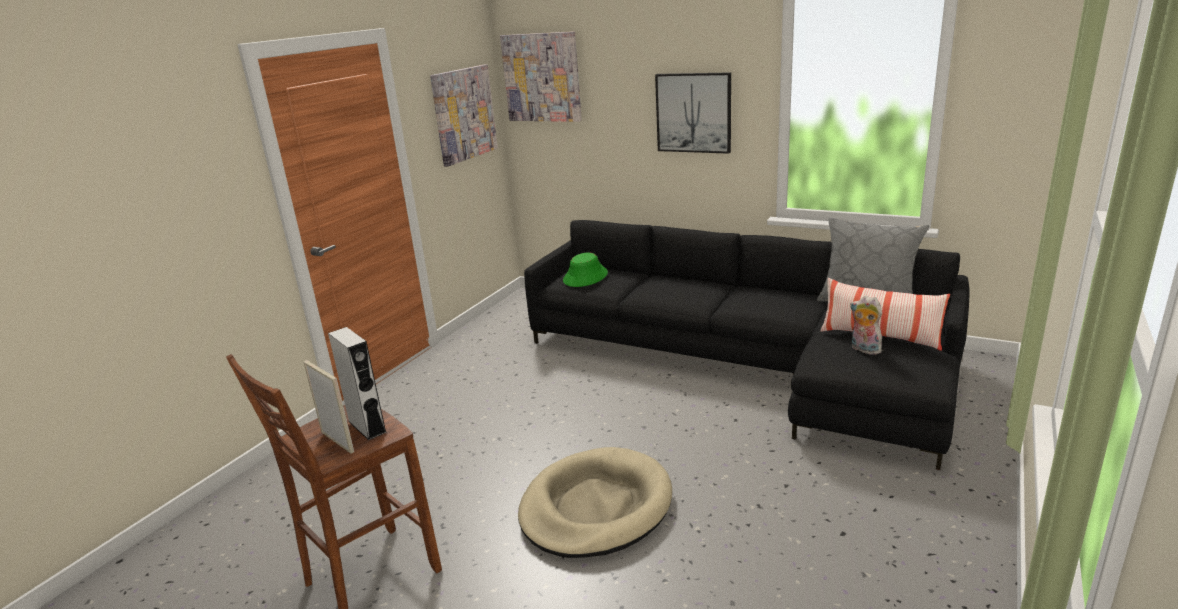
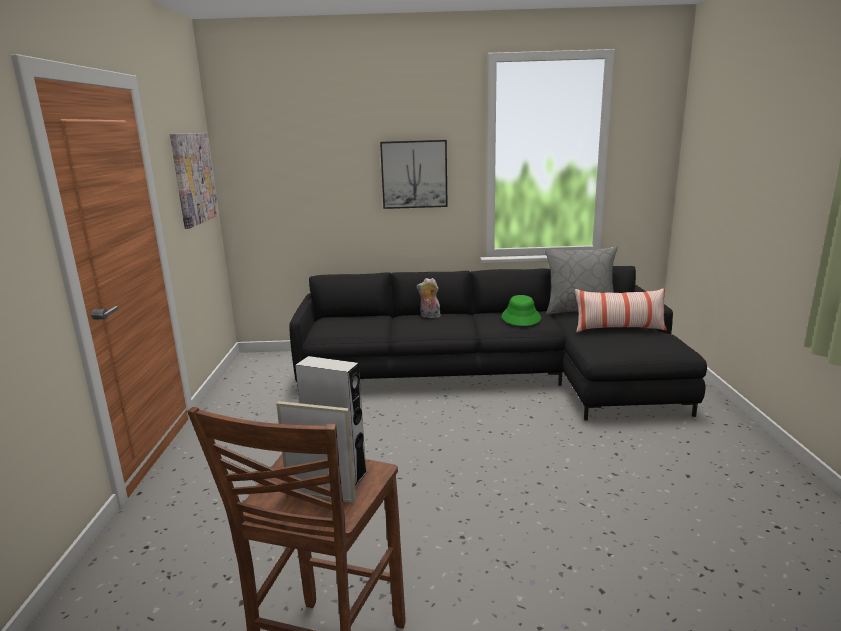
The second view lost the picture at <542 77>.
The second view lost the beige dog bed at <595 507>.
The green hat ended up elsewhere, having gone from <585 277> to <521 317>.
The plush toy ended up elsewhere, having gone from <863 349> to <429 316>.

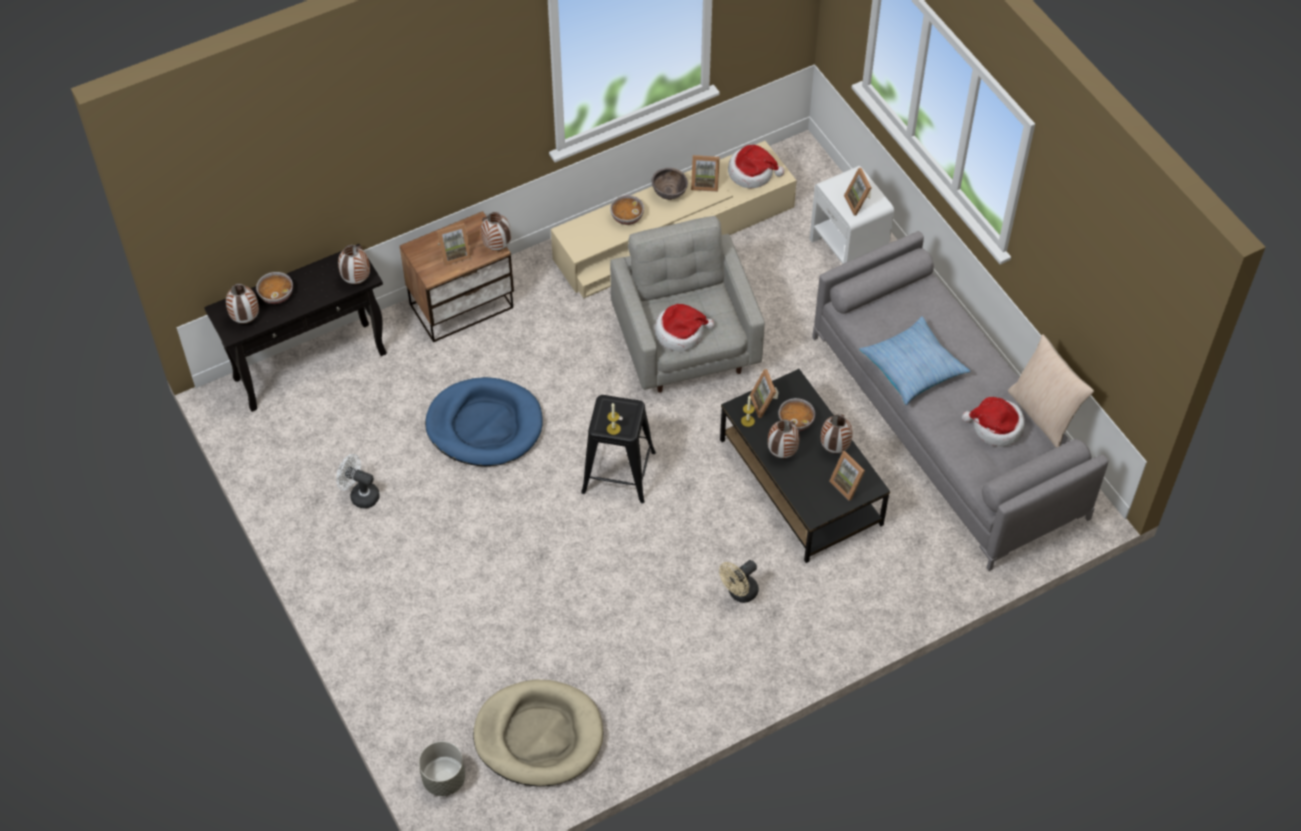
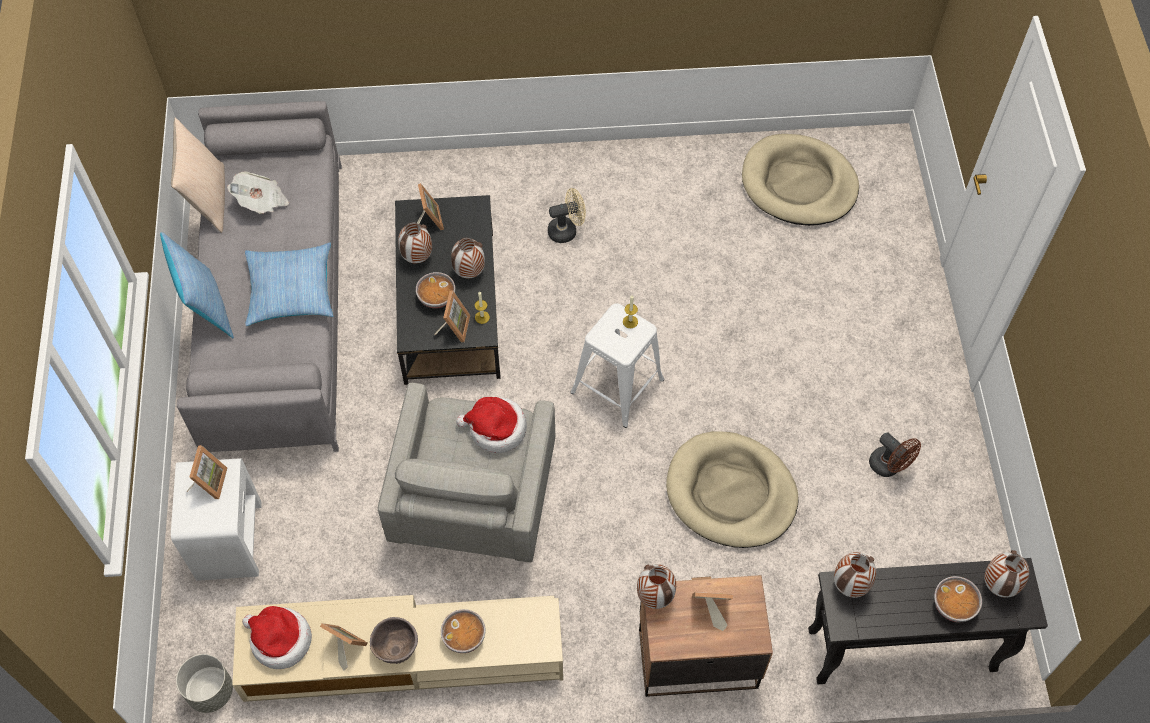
What was the white fan at <360 495> turned into the brown fan at <889 467>.
The grey planter ended up elsewhere, having gone from <443 779> to <211 691>.
What was the blue dog bed at <485 425> turned into the beige dog bed at <731 493>.
What was the black stool at <618 472> turned into the white stool at <617 386>.
Where the hat stood at <996 427>, the newspaper came to stand at <261 202>.
The second view gained the pillow at <205 308>.

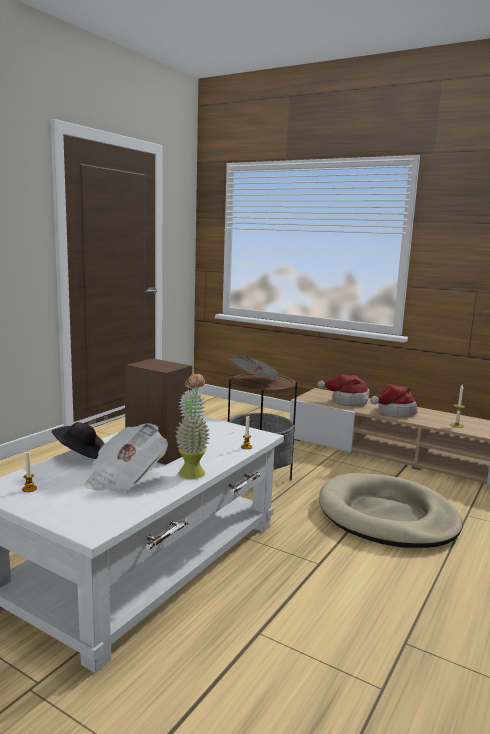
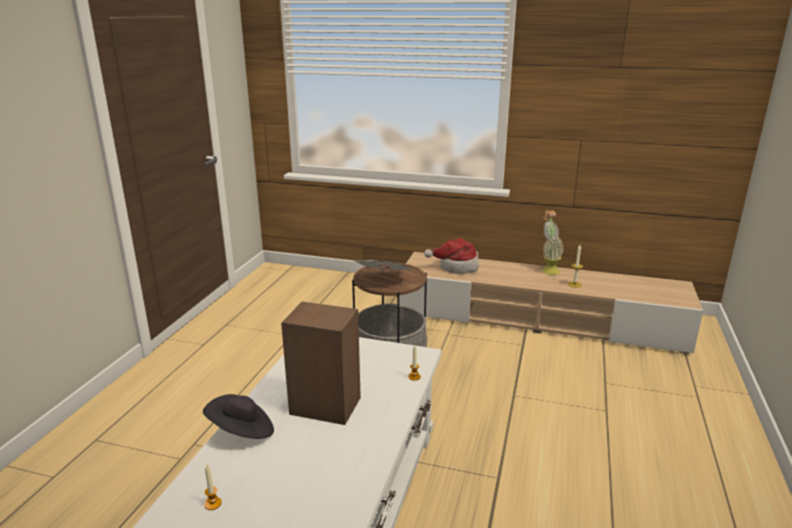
The second view lost the newspaper at <125 478>.
The potted plant ended up elsewhere, having gone from <192 470> to <548 270>.
The second view lost the beige dog bed at <386 516>.
The second view lost the hat at <393 412>.

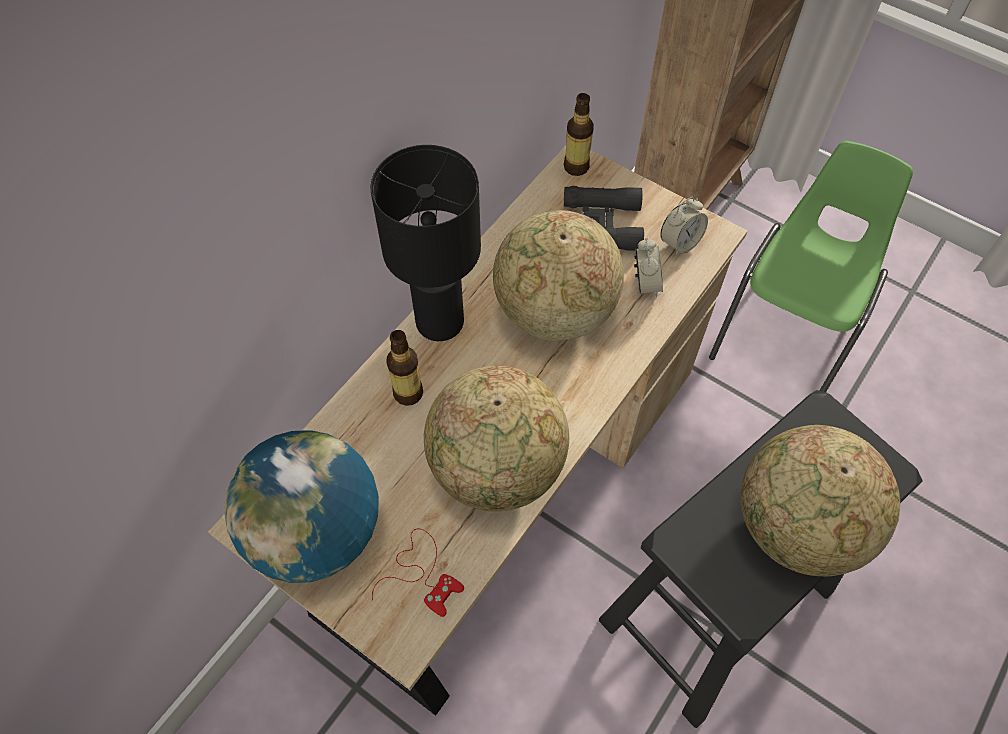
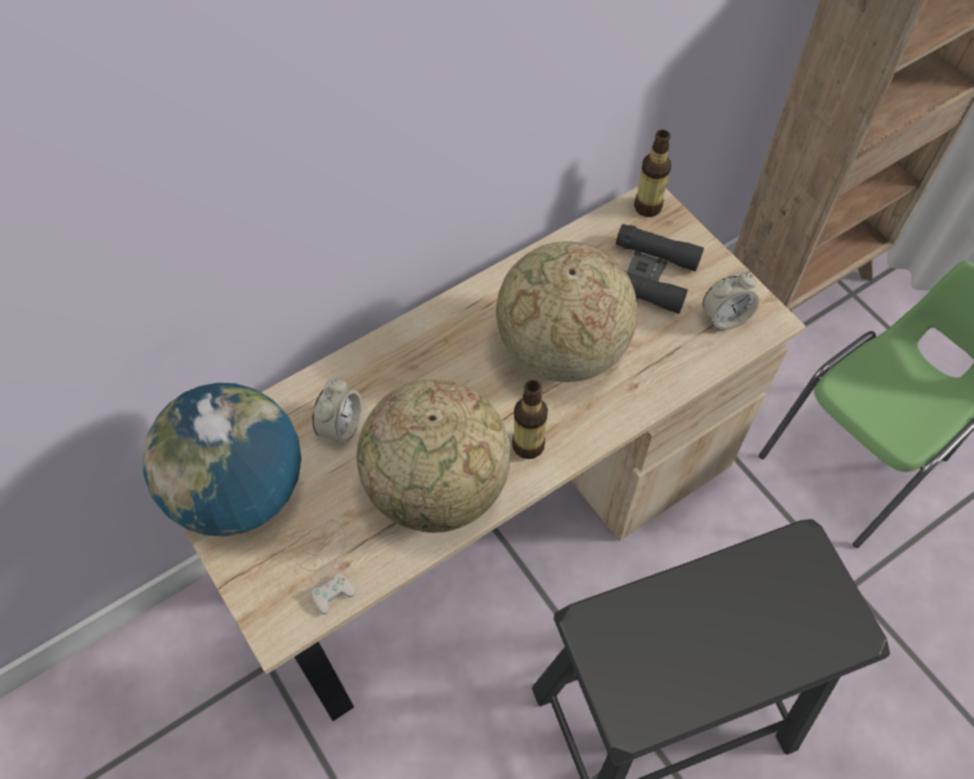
The second view lost the black table lamp at <439 321>.
What was the red game controller at <422 573> turned into the white game controller at <322 565>.
The bottle ended up elsewhere, having gone from <408 393> to <528 445>.
The alarm clock ended up elsewhere, having gone from <645 284> to <341 427>.
The second view lost the globe at <796 527>.

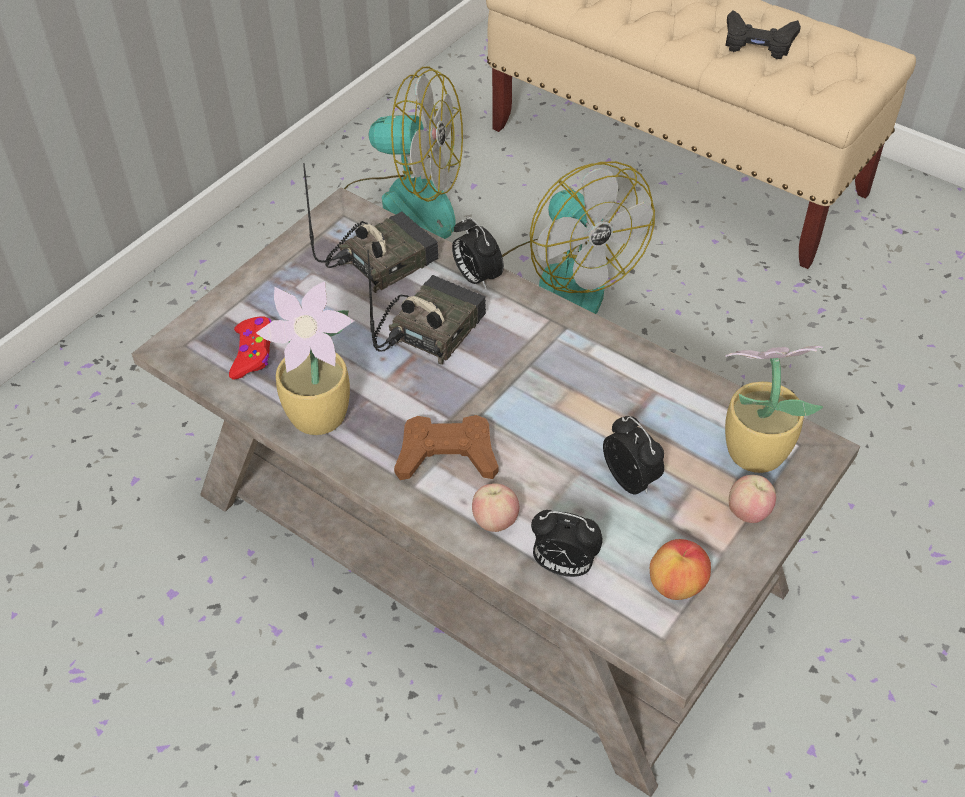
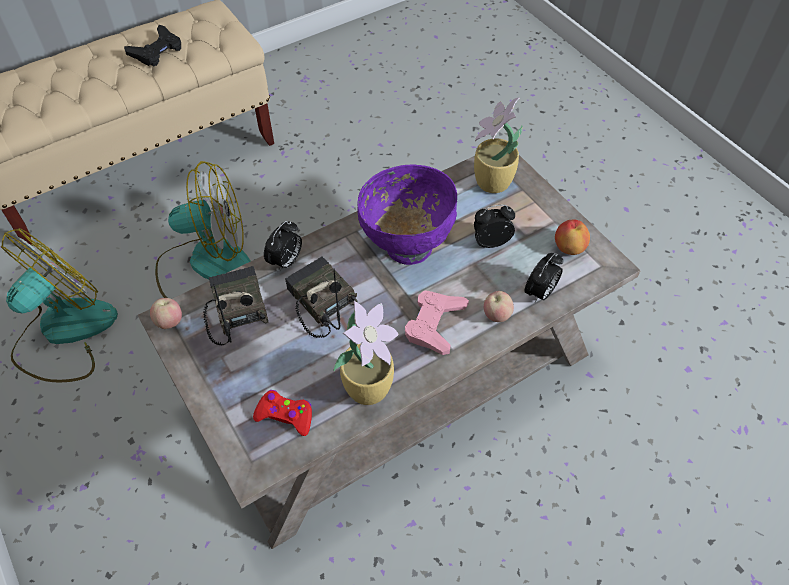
What was the brown game controller at <447 455> turned into the pink game controller at <434 324>.
The alarm clock at <476 278> ended up facing another way, 45 degrees counterclockwise from before.
The apple ended up elsewhere, having gone from <748 513> to <169 322>.
The second view gained the purple bowl at <407 246>.

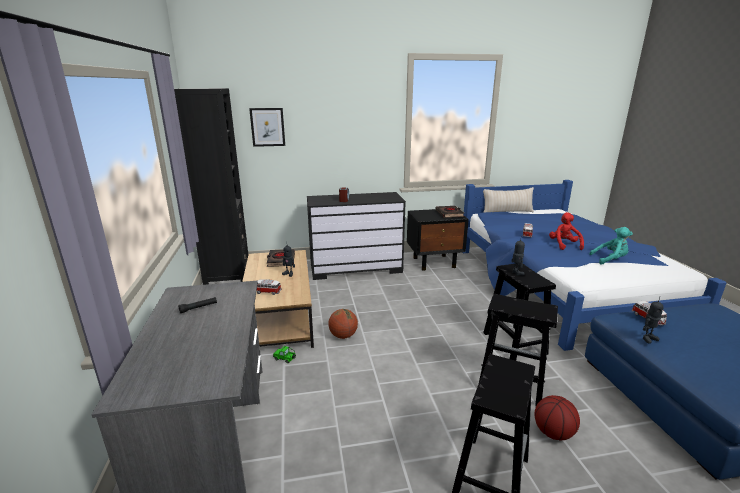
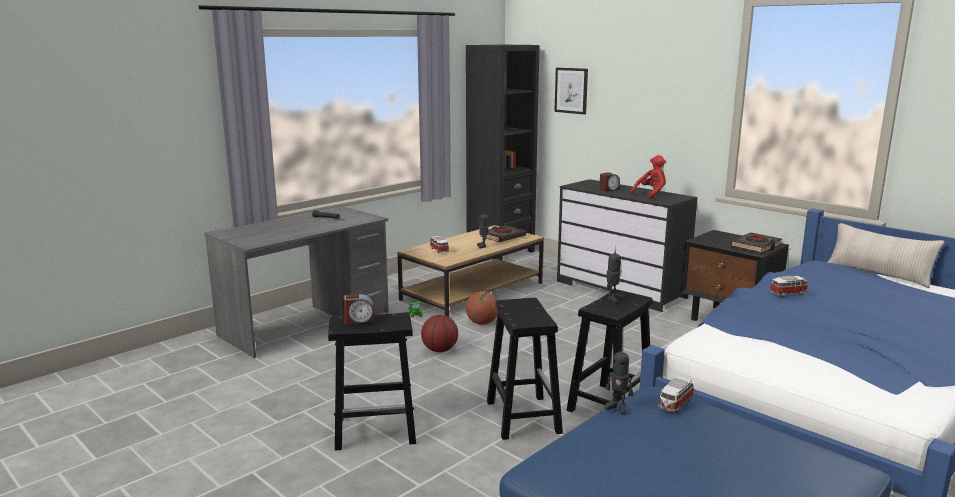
The basketball ended up elsewhere, having gone from <553 433> to <440 350>.
The red plush toy ended up elsewhere, having gone from <564 245> to <651 194>.
The second view lost the turquoise plush toy at <610 260>.
The second view gained the alarm clock at <359 320>.

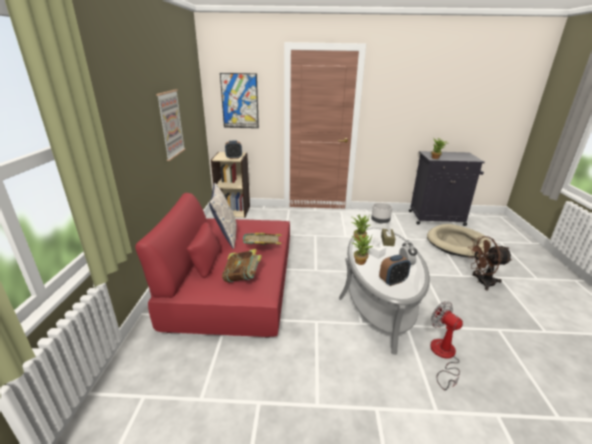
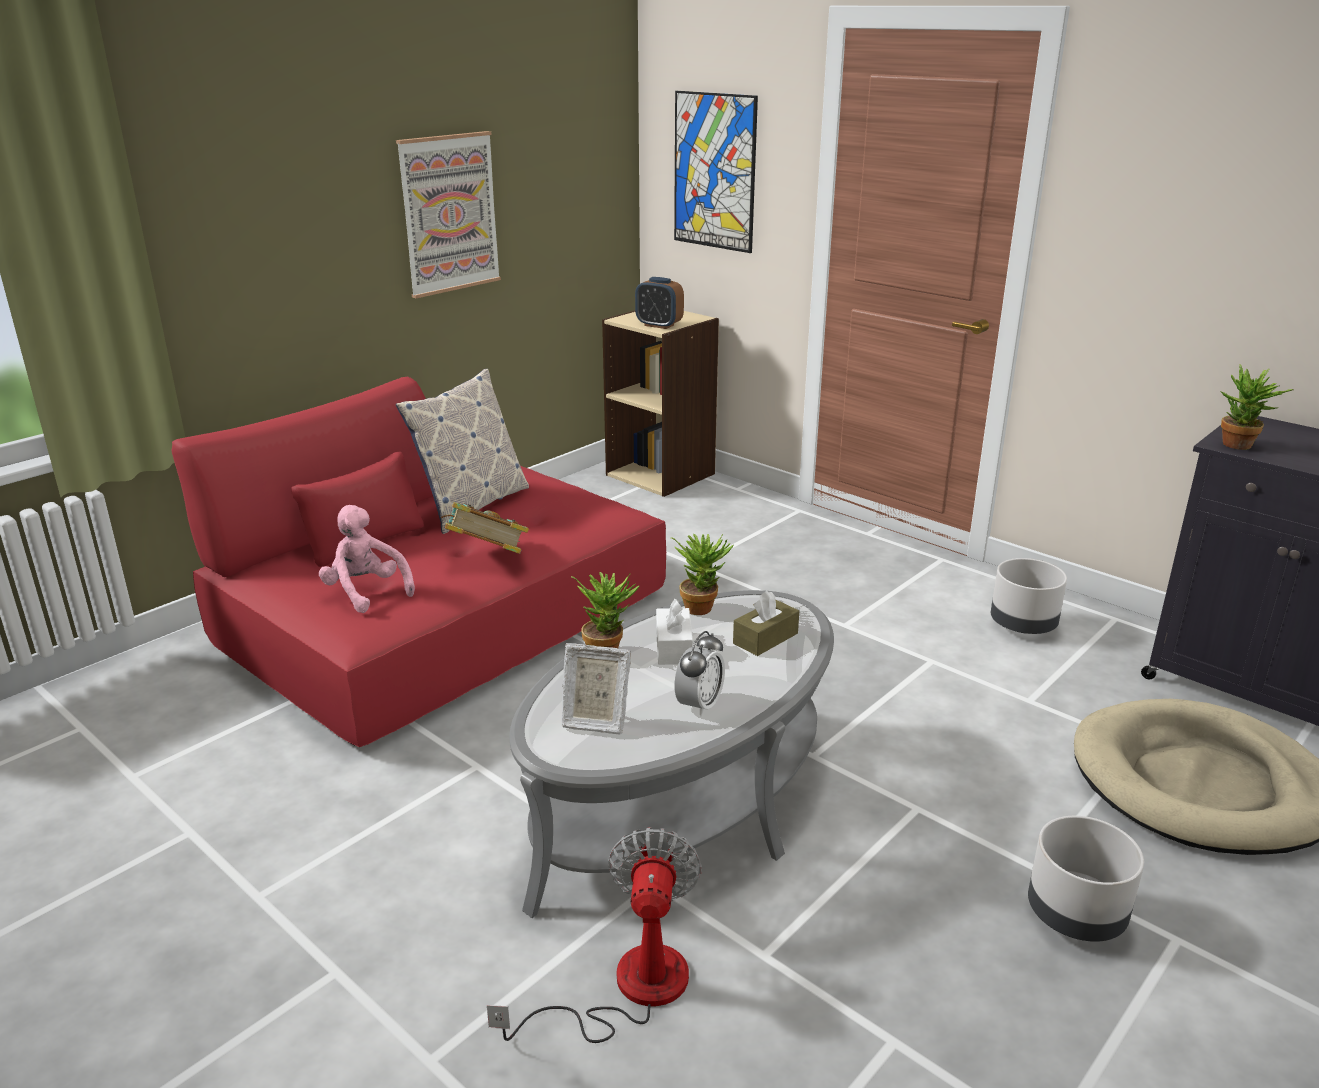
Where the book stood at <242 278>, the pink plush toy came to stand at <366 592>.
Where the alarm clock stood at <393 281>, the picture frame came to stand at <594 720>.
Where the brown fan stood at <481 282>, the grey planter came to stand at <1075 916>.

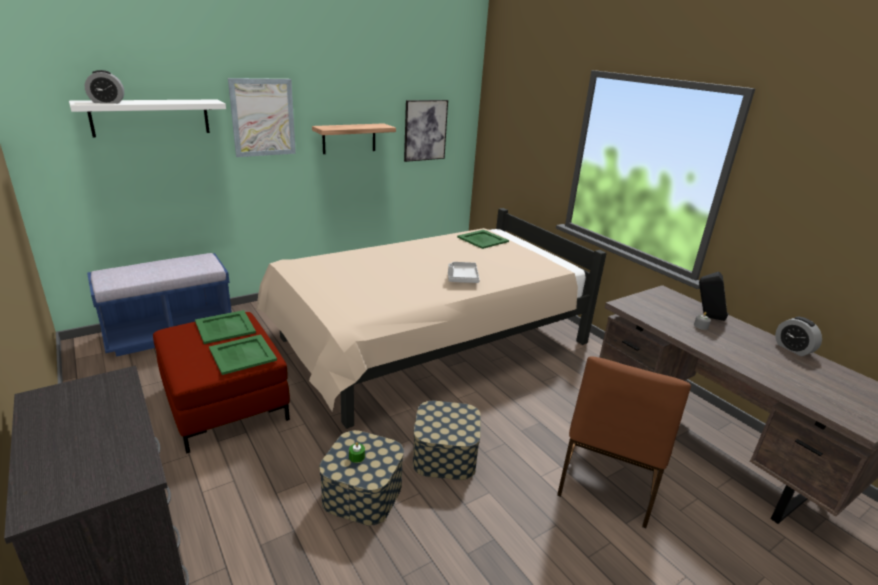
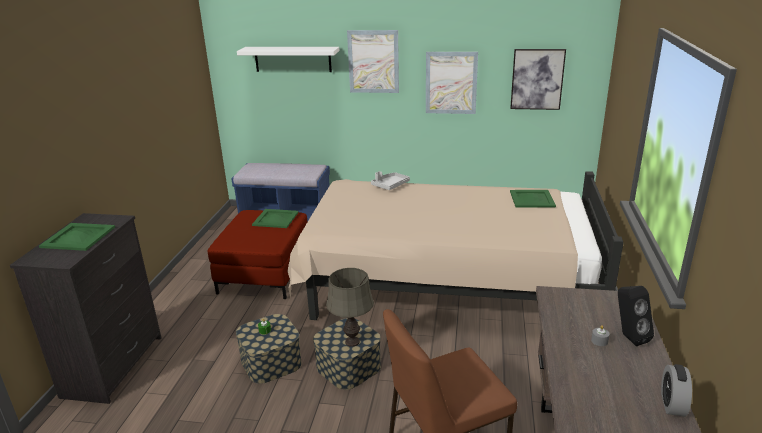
The second view lost the alarm clock at <107 102>.
The green tray ended up elsewhere, having gone from <243 354> to <78 237>.
Where the shelf hung at <349 138>, the picture came to hang at <451 83>.
The grey tray ended up elsewhere, having gone from <462 278> to <390 185>.
The second view gained the grey table lamp at <352 342>.

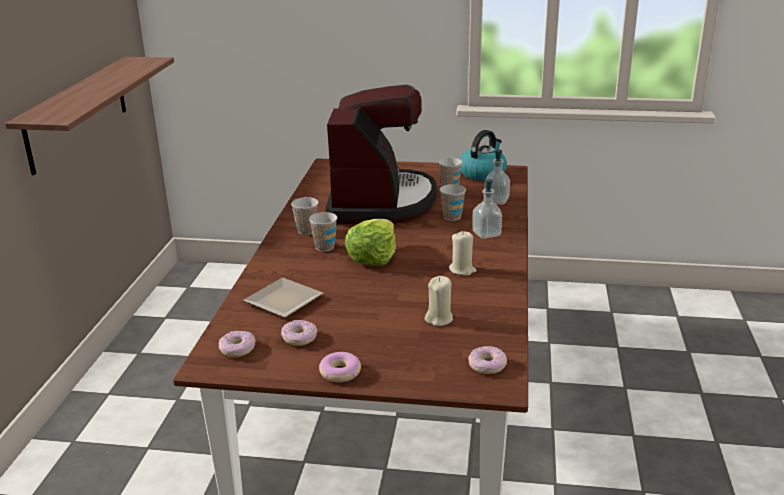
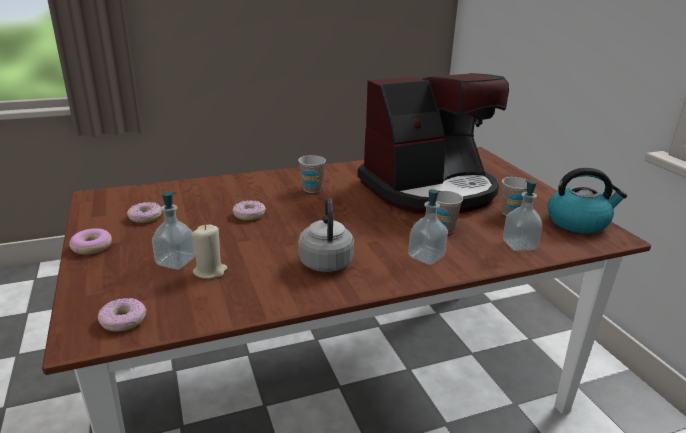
The second view lost the shelf at <77 113>.
The donut ended up elsewhere, having gone from <237 349> to <249 214>.
The second view lost the plate at <287 301>.
The second view lost the cup at <306 231>.
The second view lost the lettuce at <373 257>.
Where the beige candle stood at <462 270>, the grey kettle came to stand at <325 261>.
The second view gained the soap dispenser at <176 262>.

